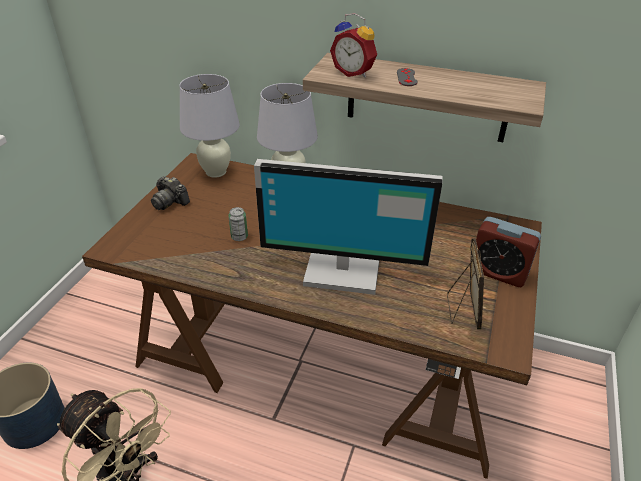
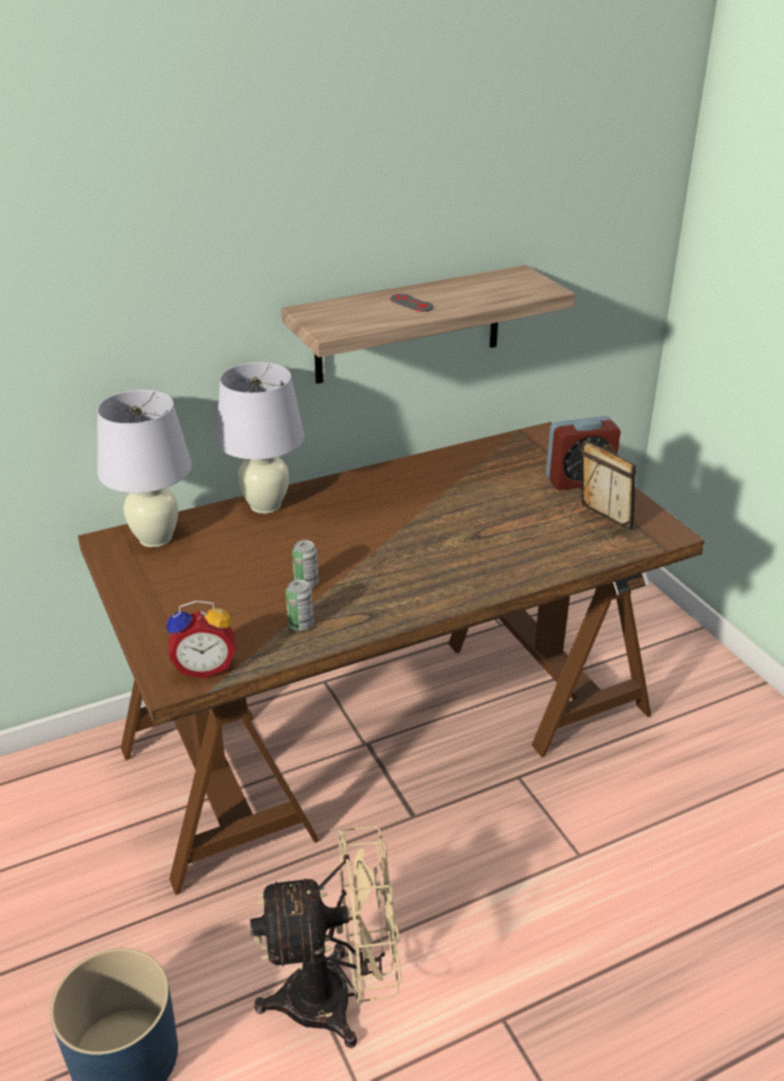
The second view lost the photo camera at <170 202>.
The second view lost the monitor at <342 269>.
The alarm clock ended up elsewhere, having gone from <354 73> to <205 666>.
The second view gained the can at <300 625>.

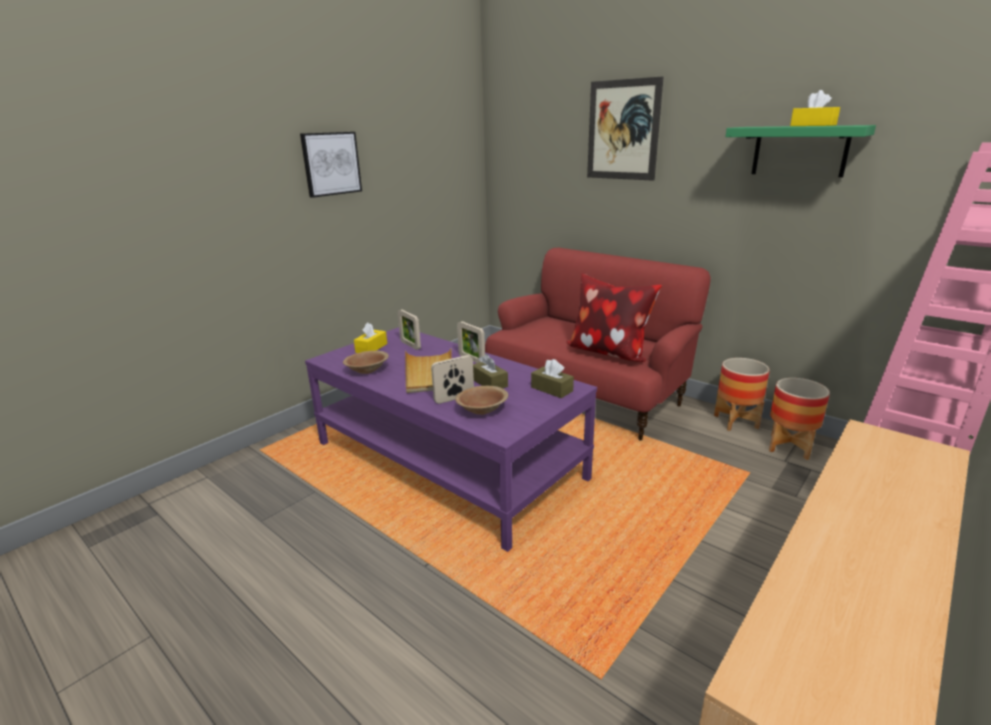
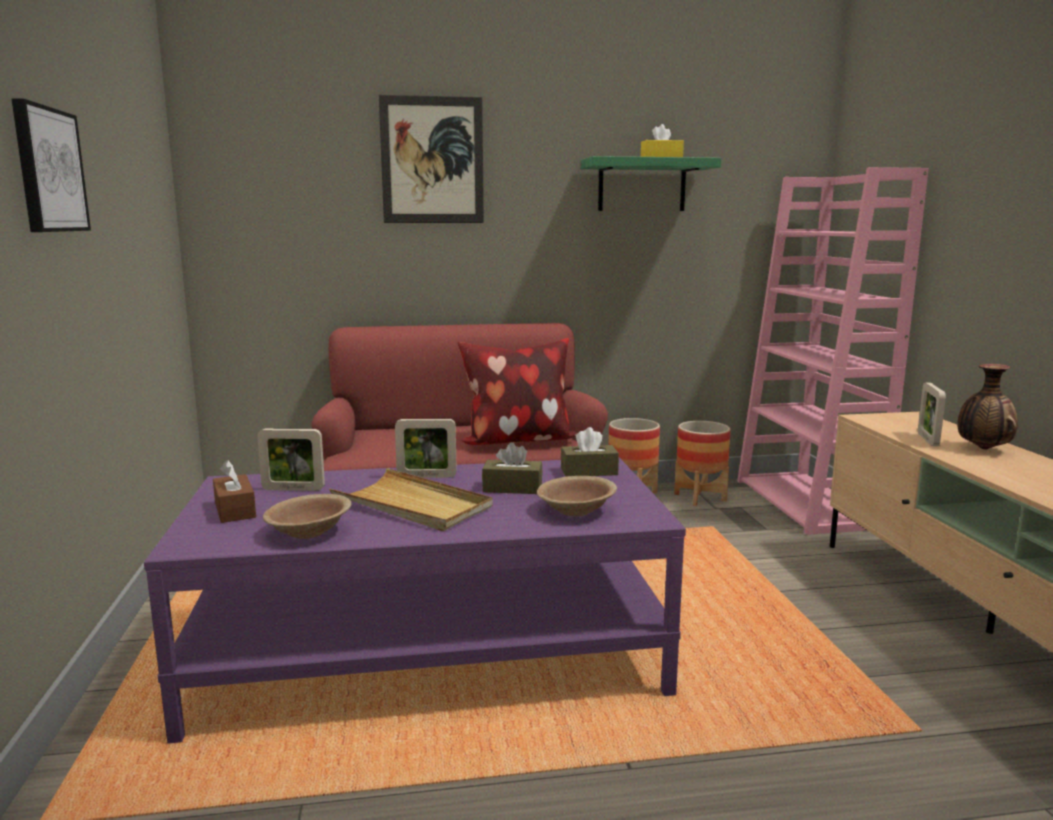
What was the yellow tissue box at <371 348> turned into the brown tissue box at <235 510>.
The picture frame ended up elsewhere, having gone from <454 398> to <927 440>.
The second view gained the vase at <982 449>.

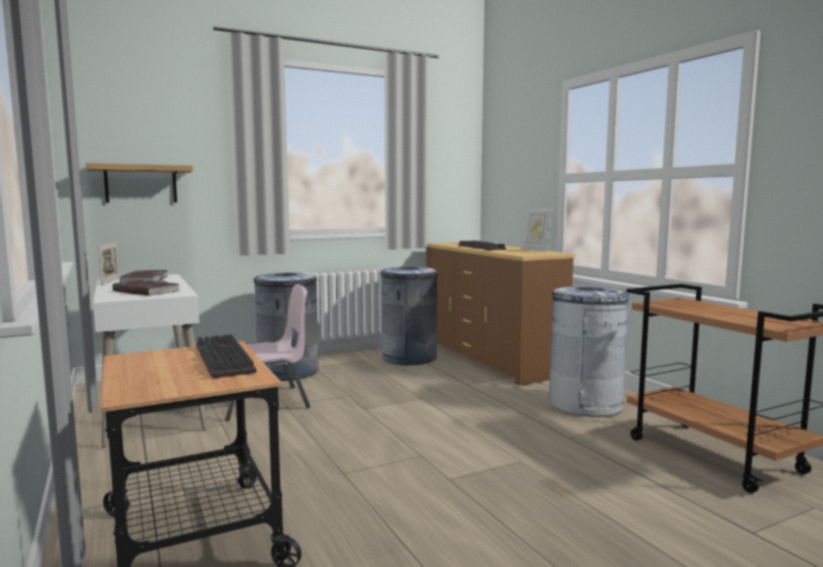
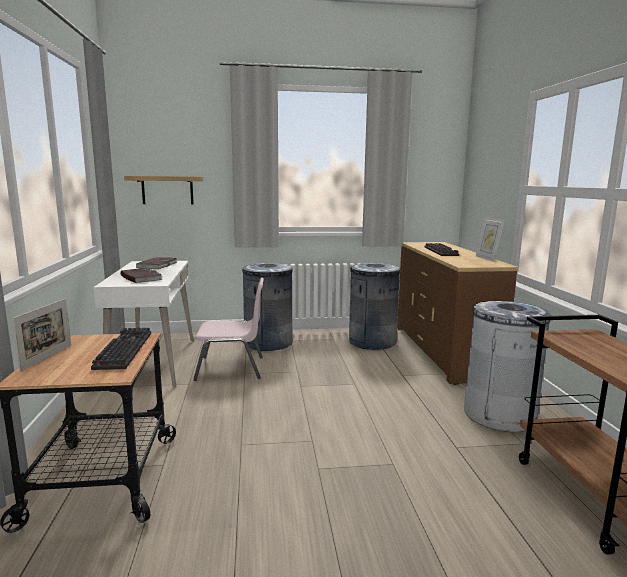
The picture frame ended up elsewhere, having gone from <110 281> to <47 357>.

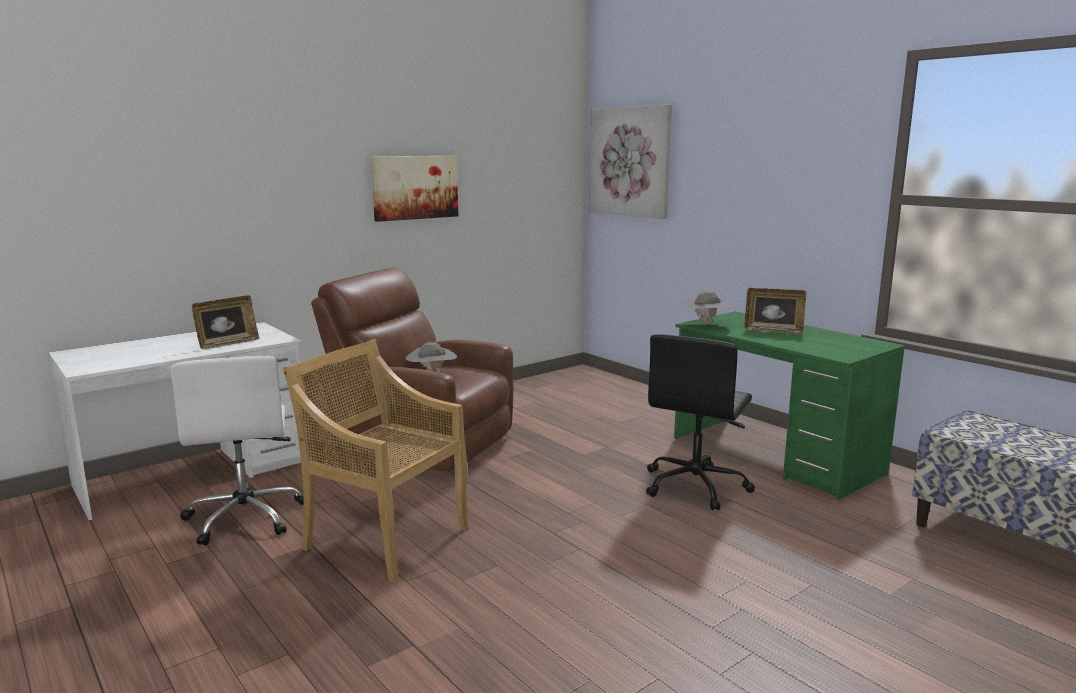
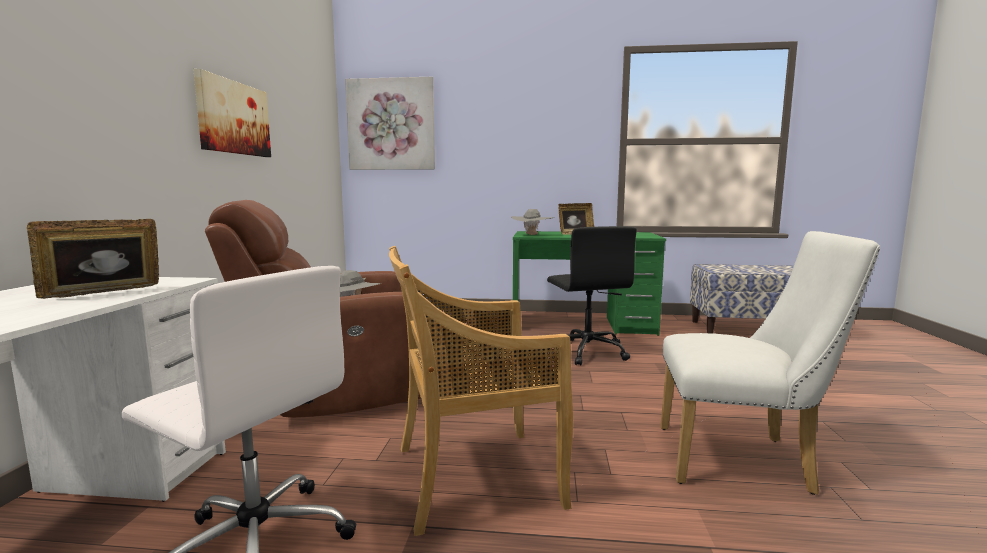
The picture frame at <227 344> ended up facing another way, 135 degrees counterclockwise from before.
The second view gained the white chair at <744 460>.

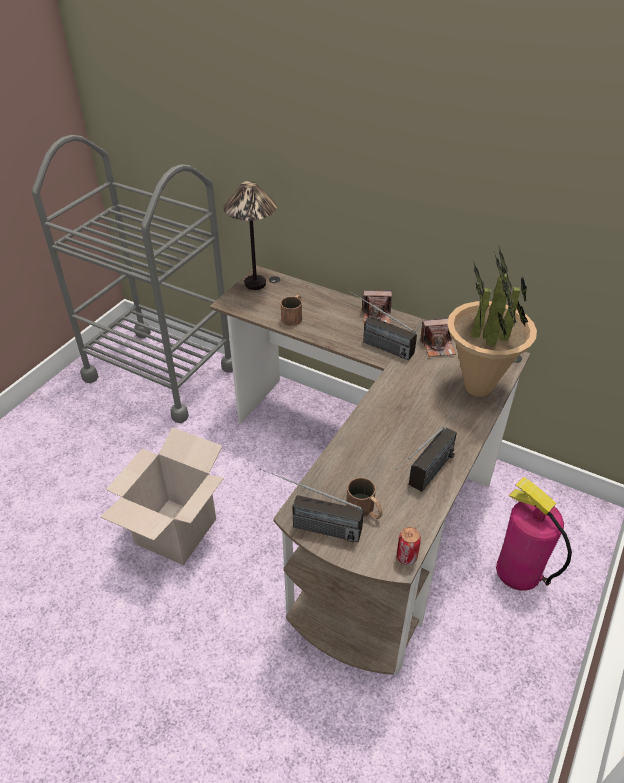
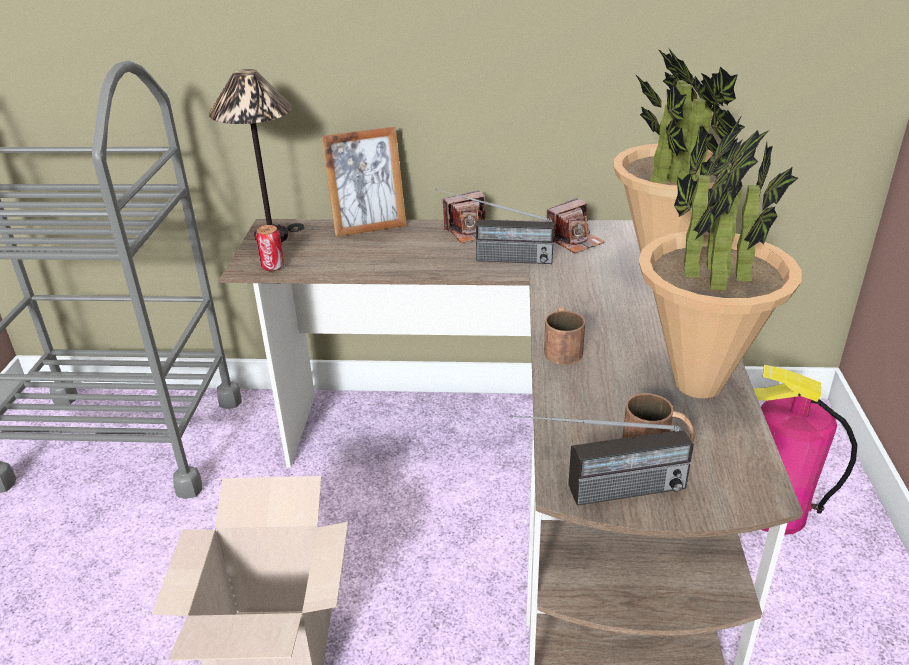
The brown mug ended up elsewhere, having gone from <294 316> to <562 347>.
Where the radio stood at <424 480>, the potted plant came to stand at <697 383>.
The can ended up elsewhere, having gone from <406 557> to <273 267>.
The second view gained the picture frame at <369 227>.

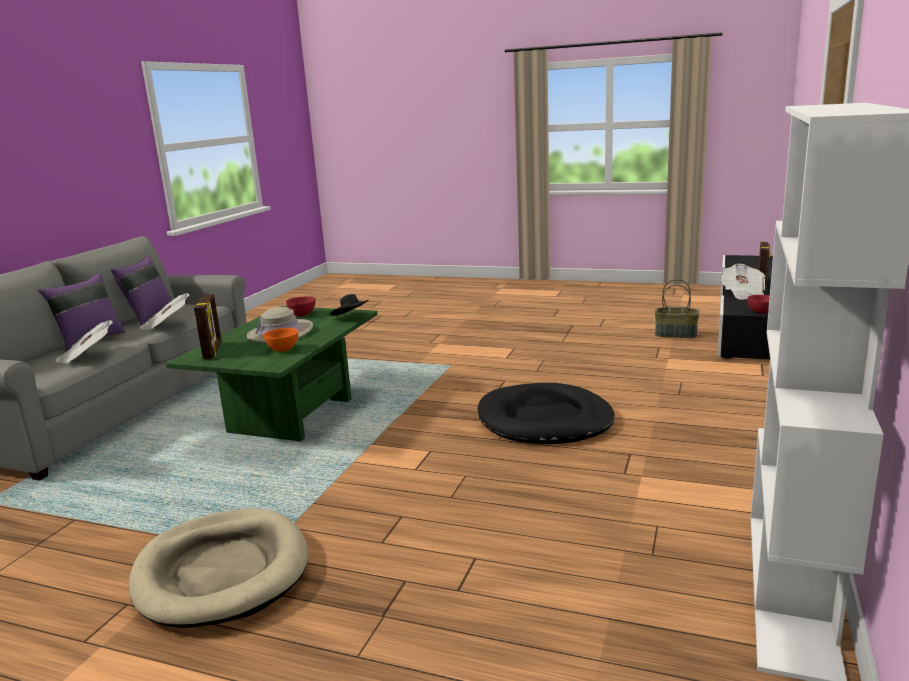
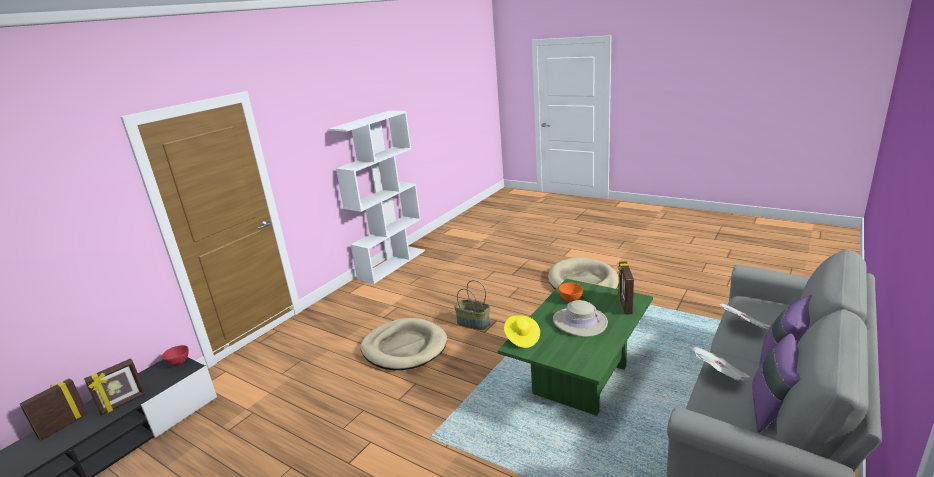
The second view lost the red bowl at <303 315>.
What was the black hat at <351 318> turned into the yellow hat at <521 338>.
What was the black dog bed at <544 420> turned into the beige dog bed at <404 347>.
The basket ended up elsewhere, having gone from <676 334> to <473 323>.
Where the newspaper stood at <742 293>, the picture frame came to stand at <123 403>.

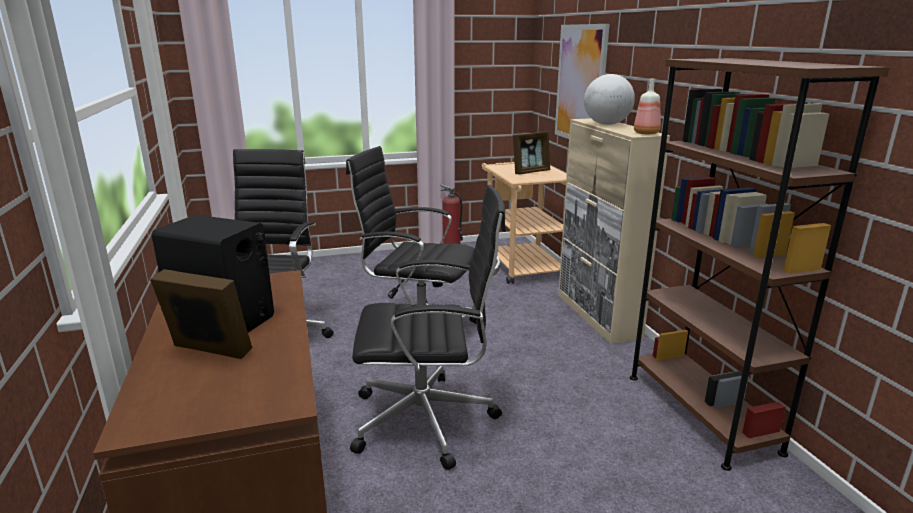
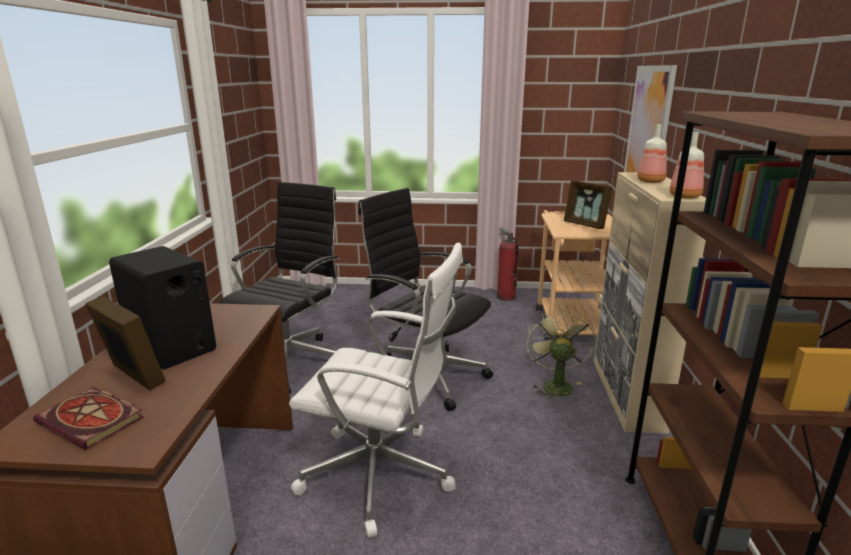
What was the black office chair at <428 420> turned into the white office chair at <381 476>.
The picture frame at <531 172> ended up facing another way, 60 degrees clockwise from before.
Where the globe stood at <607 124>, the bottle came to stand at <651 181>.
The second view gained the book at <93 420>.
The second view gained the green fan at <555 384>.

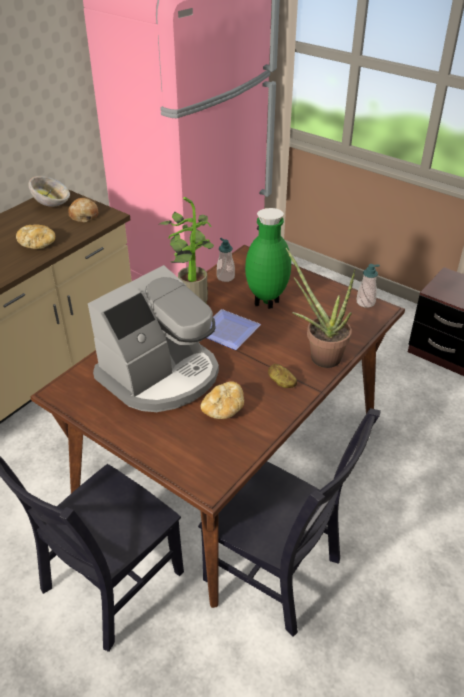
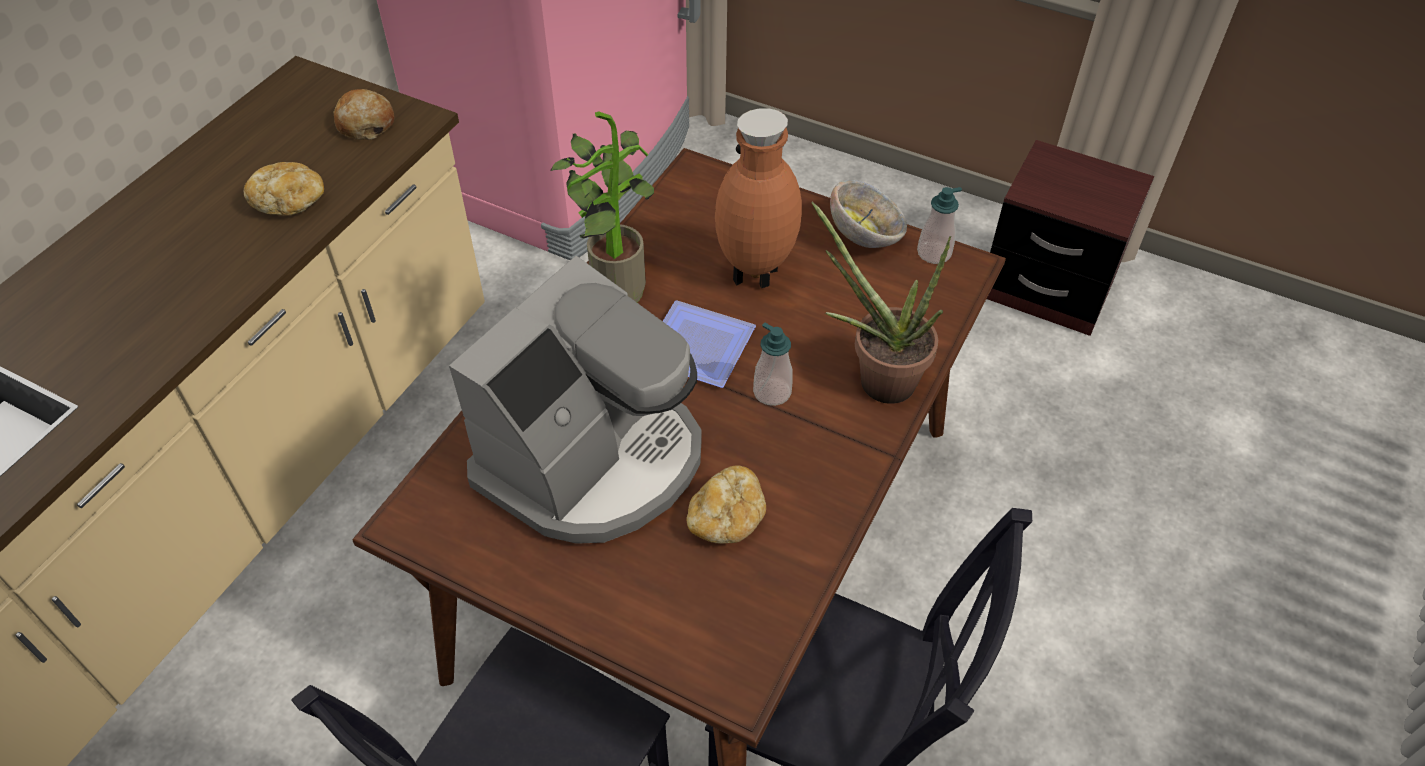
The bowl ended up elsewhere, having gone from <52 203> to <865 235>.
The soap dispenser ended up elsewhere, having gone from <225 277> to <772 392>.
What was the green vase at <266 303> turned into the brown vase at <755 277>.
The second view lost the potato at <281 383>.

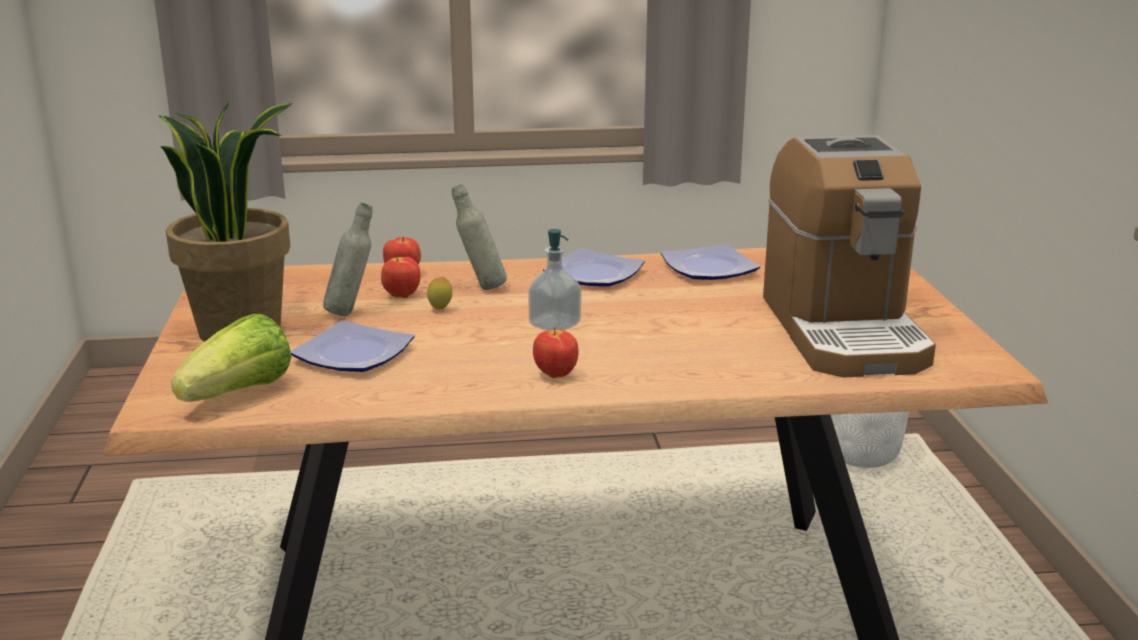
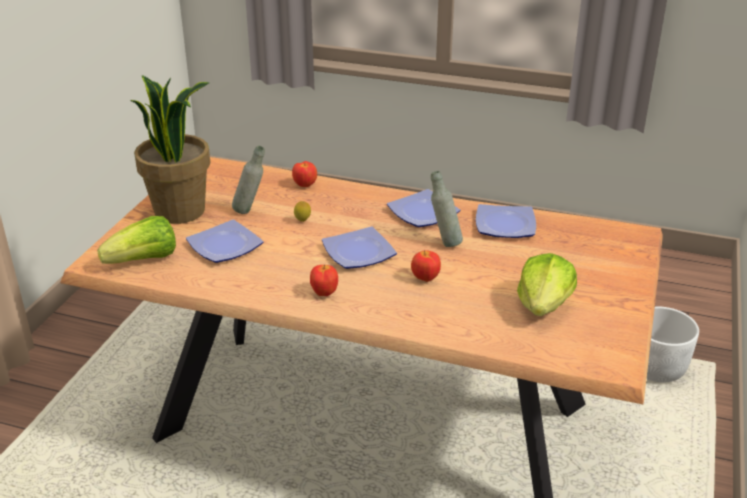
The apple ended up elsewhere, having gone from <401 296> to <425 279>.
The grey bottle ended up elsewhere, having gone from <480 287> to <444 242>.
Where the soap dispenser stood at <554 325>, the plate came to stand at <359 252>.
Where the coffee machine stood at <843 330>, the lettuce came to stand at <544 304>.

